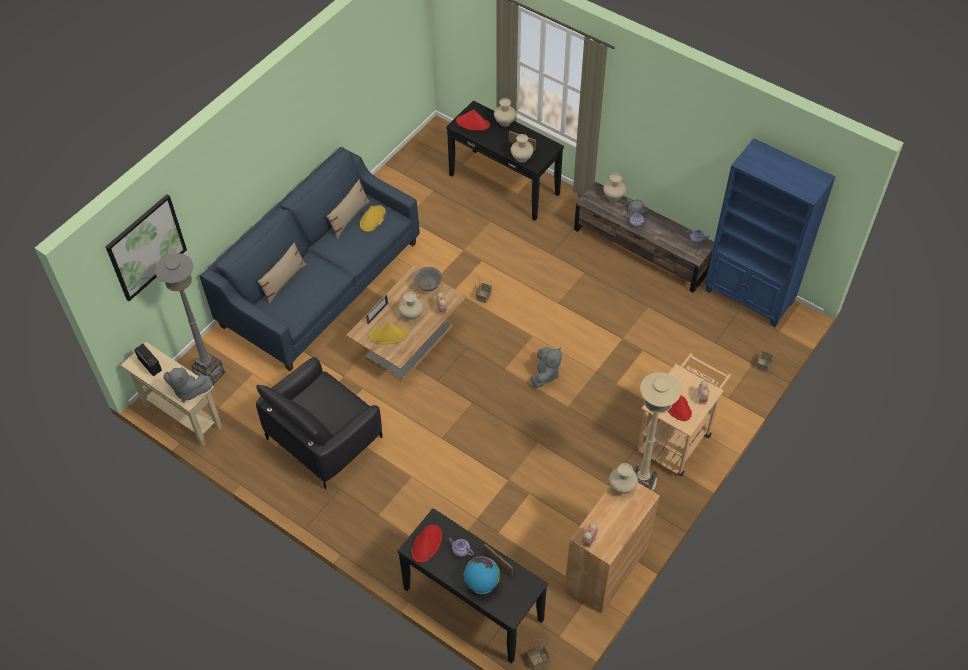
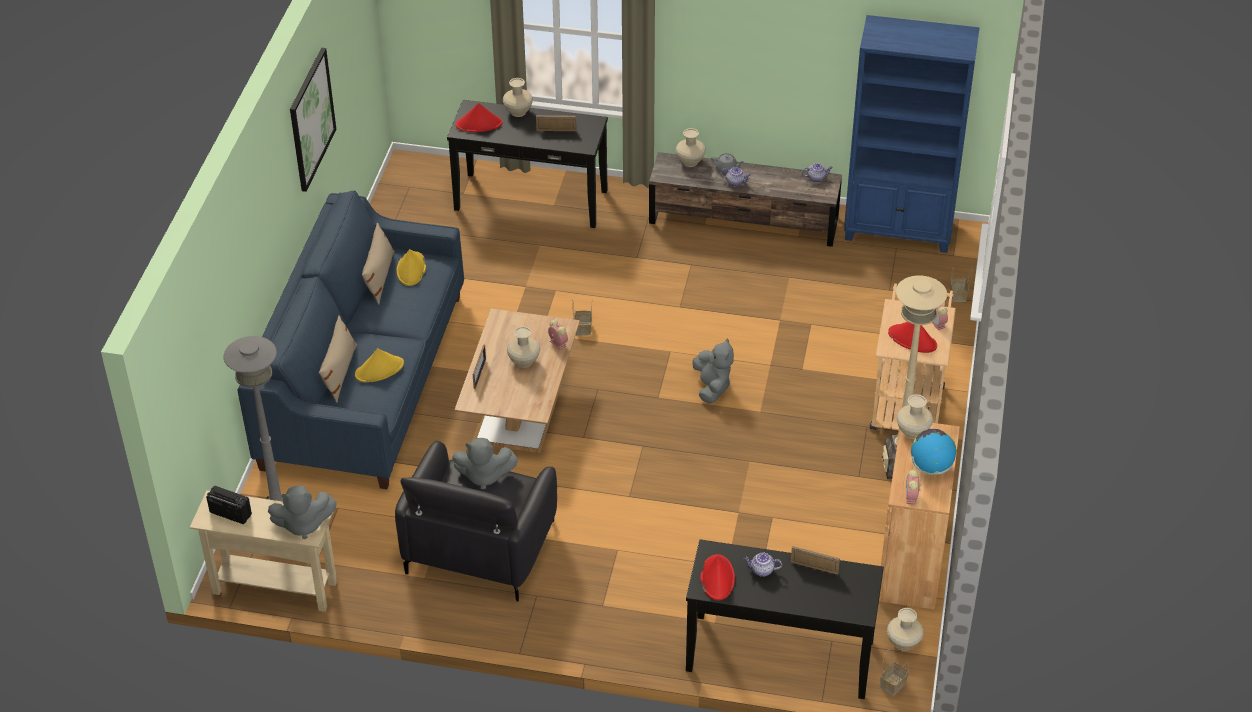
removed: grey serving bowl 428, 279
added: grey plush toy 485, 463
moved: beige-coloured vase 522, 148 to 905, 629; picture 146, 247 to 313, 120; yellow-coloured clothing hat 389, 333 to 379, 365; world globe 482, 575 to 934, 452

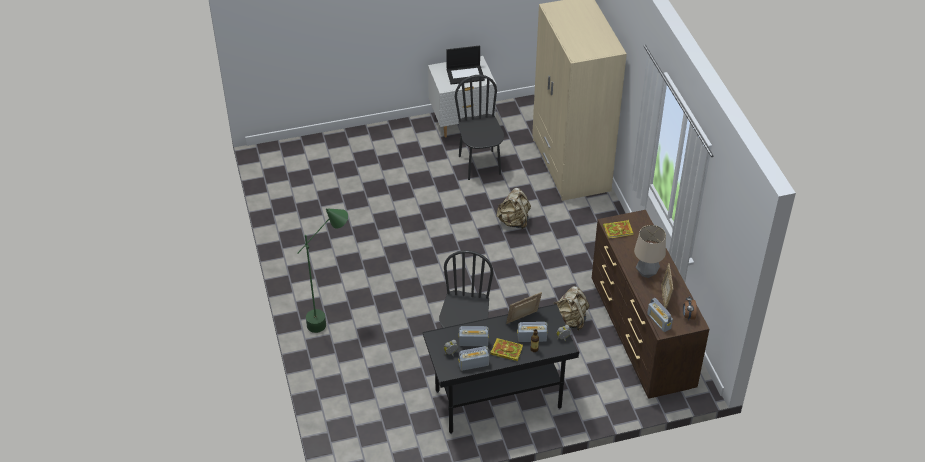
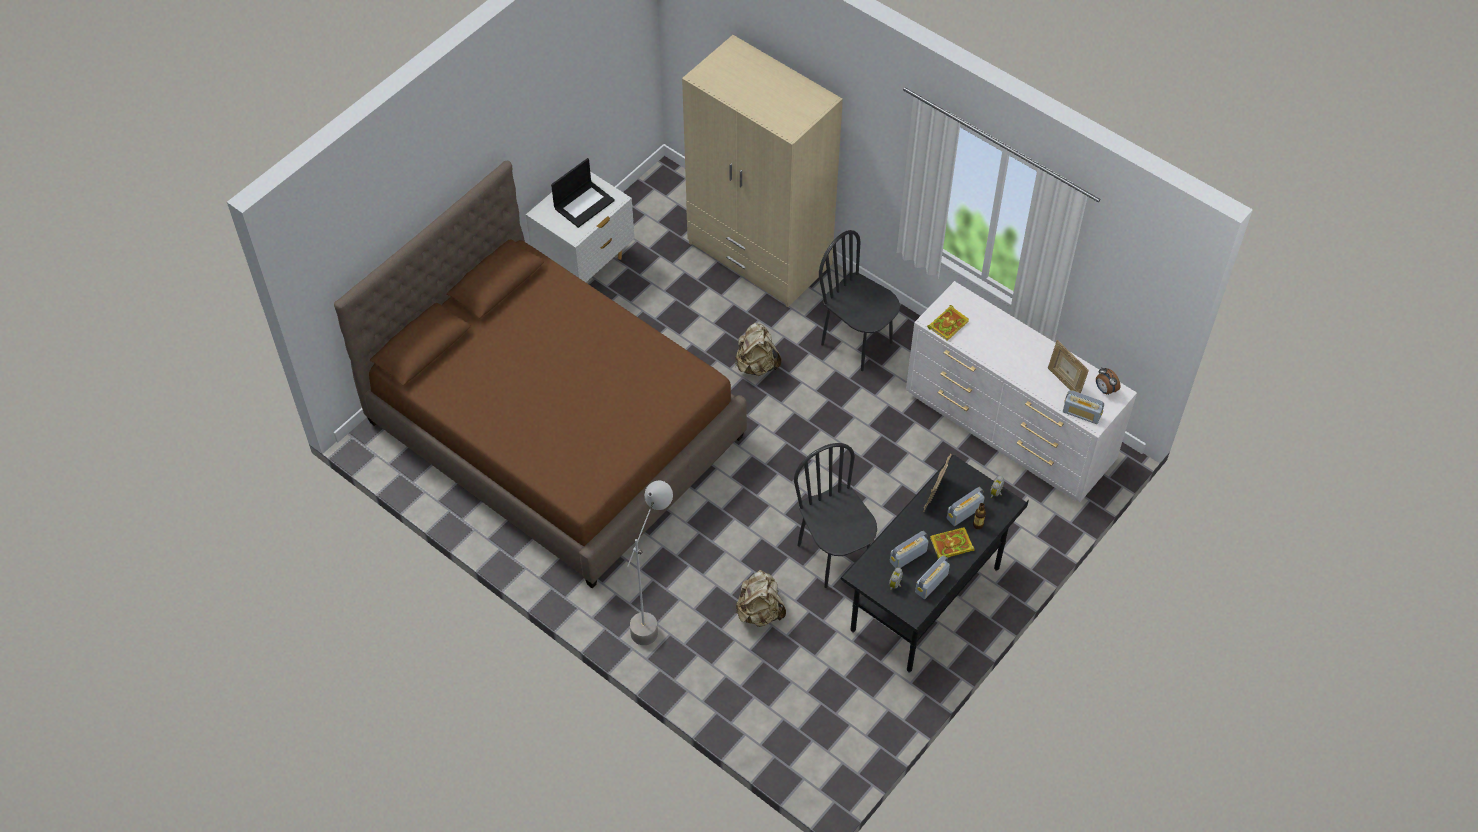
removed: tabletop lamp 650, 251
added: brown-coloured sleeping bed 540, 374
moved: black chair 479, 127 to 859, 300; beige-coloured backpack 571, 308 to 760, 598
recoloured: green-coloured floor lamp 323, 271 to grey floor lamp 650, 563; brown-coloured chest of drawers 650, 304 to white chest of drawers 1021, 391

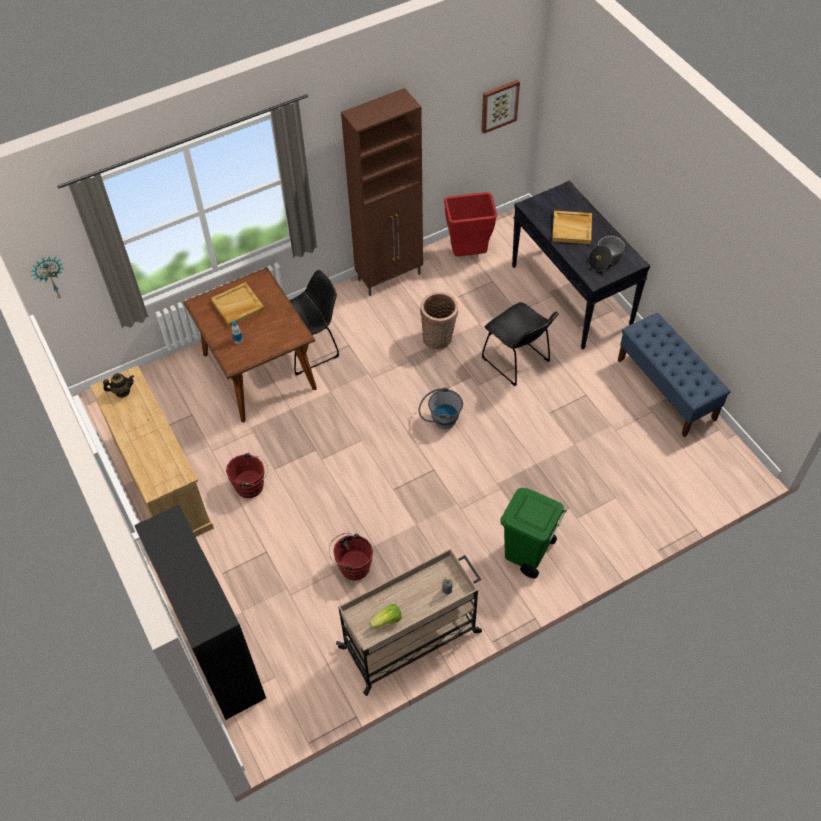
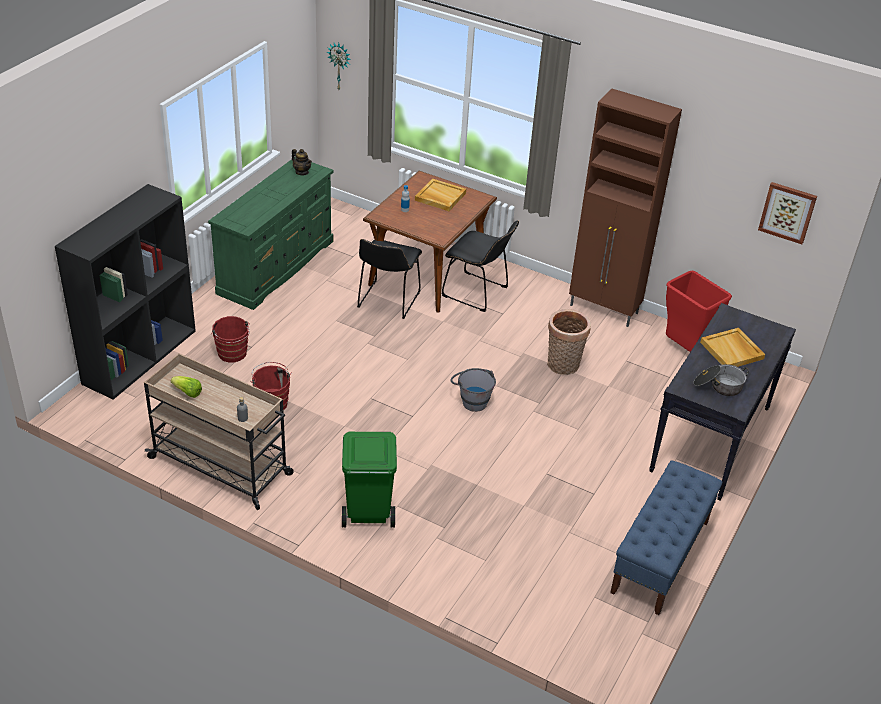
moved: black chair 520, 344 to 389, 279; red bucket 247, 475 to 230, 339
recoloured: beige-coloured chest of drawers 152, 451 to green-coloured chest of drawers 271, 233

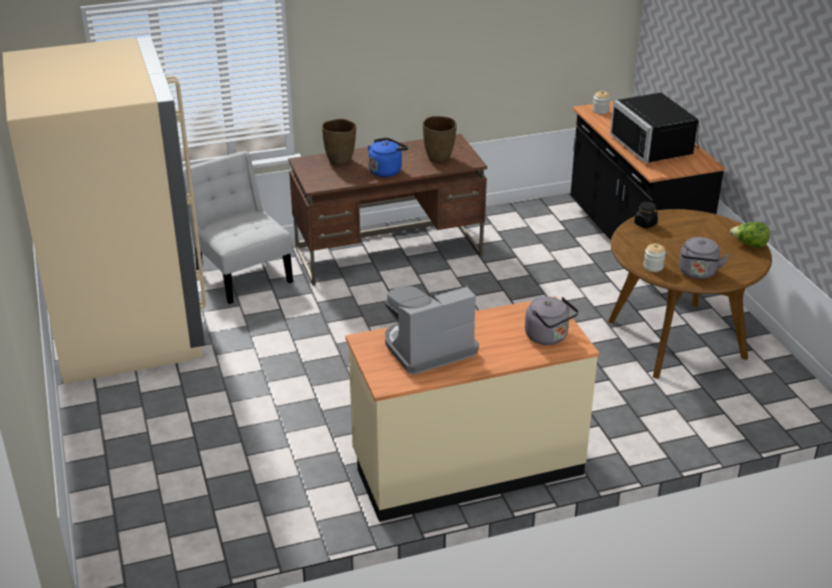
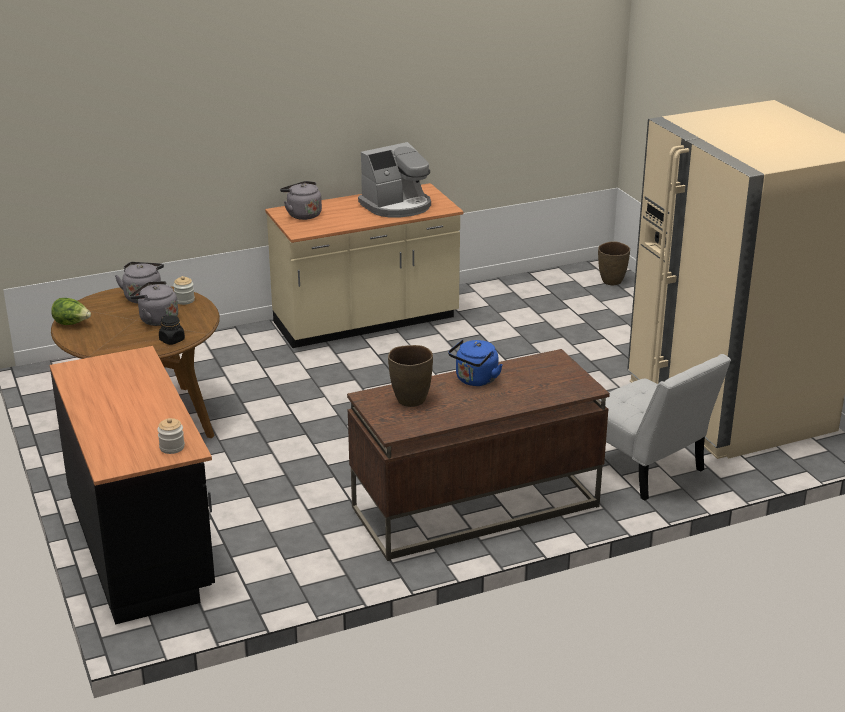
removed: black microwave oven 654, 128
added: grey water kettle 153, 303
moved: brown-coloured vase 339, 142 to 614, 263

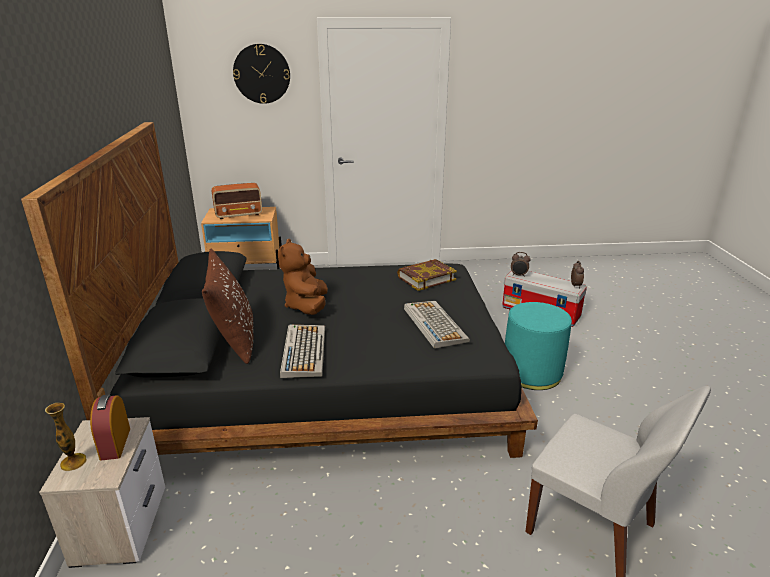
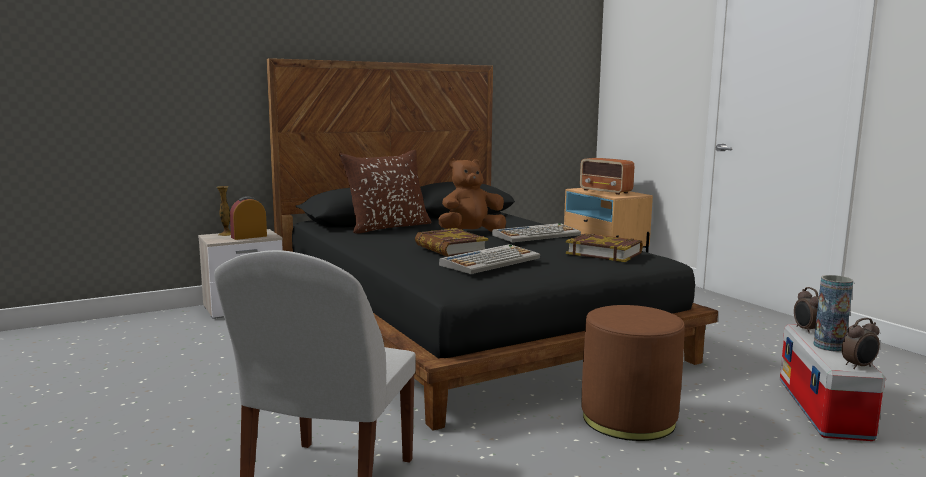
removed: wall clock 261, 74
added: volume 452, 242; vase 833, 313
moved: PC keyboard 302, 351 to 536, 232
recoloured: turquoise ottoman 538, 346 to brown-coloured ottoman 633, 373

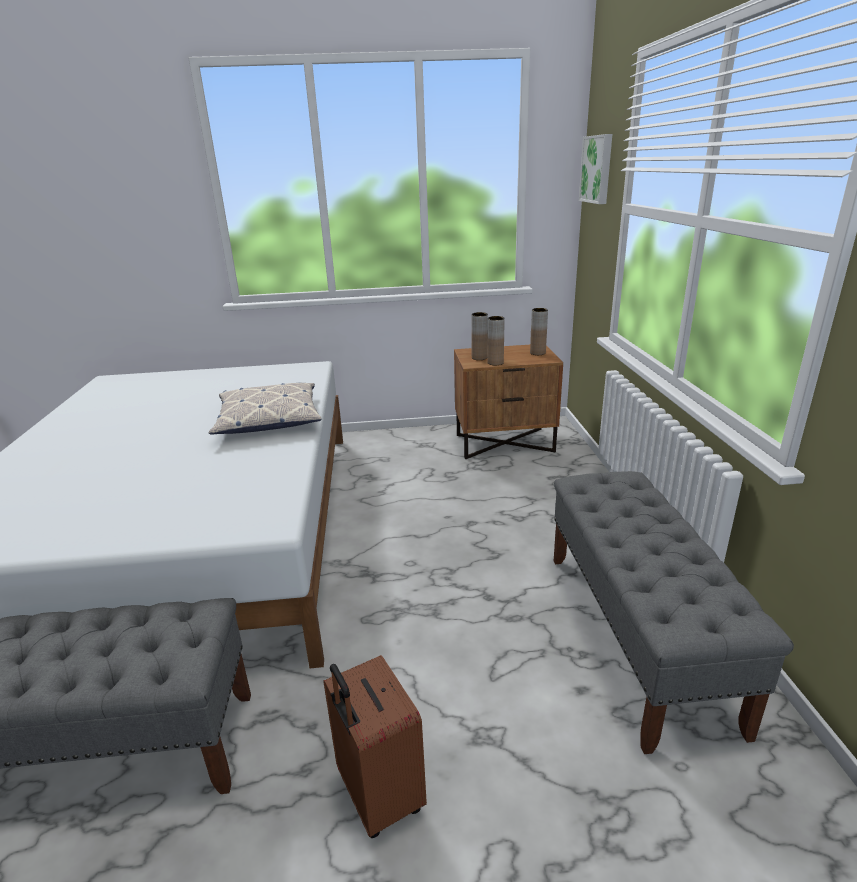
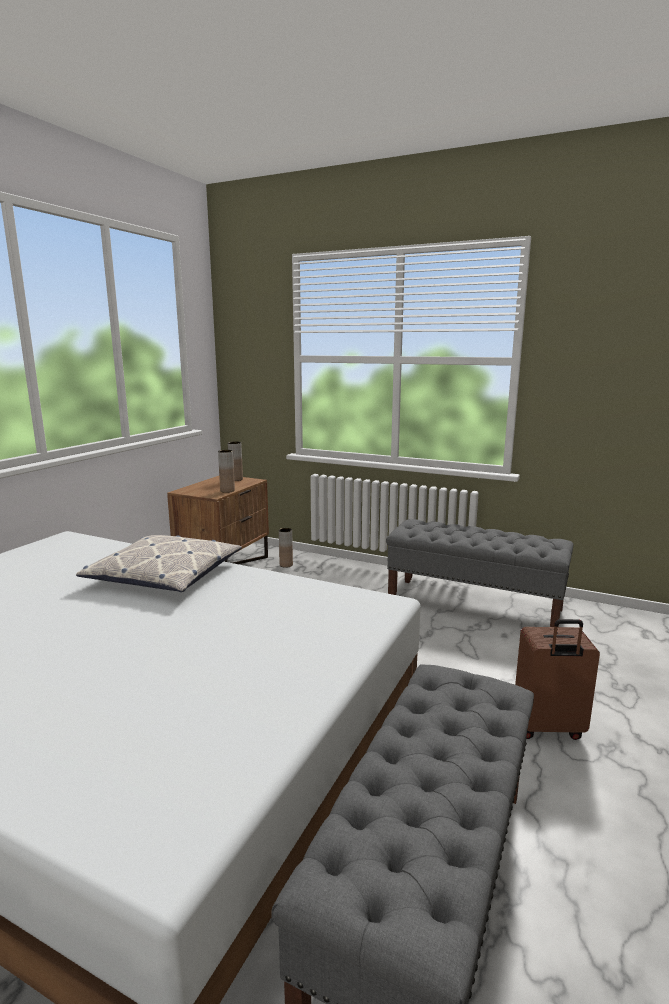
removed: picture 595, 169
moved: brown-coloured vase 479, 336 to 286, 548

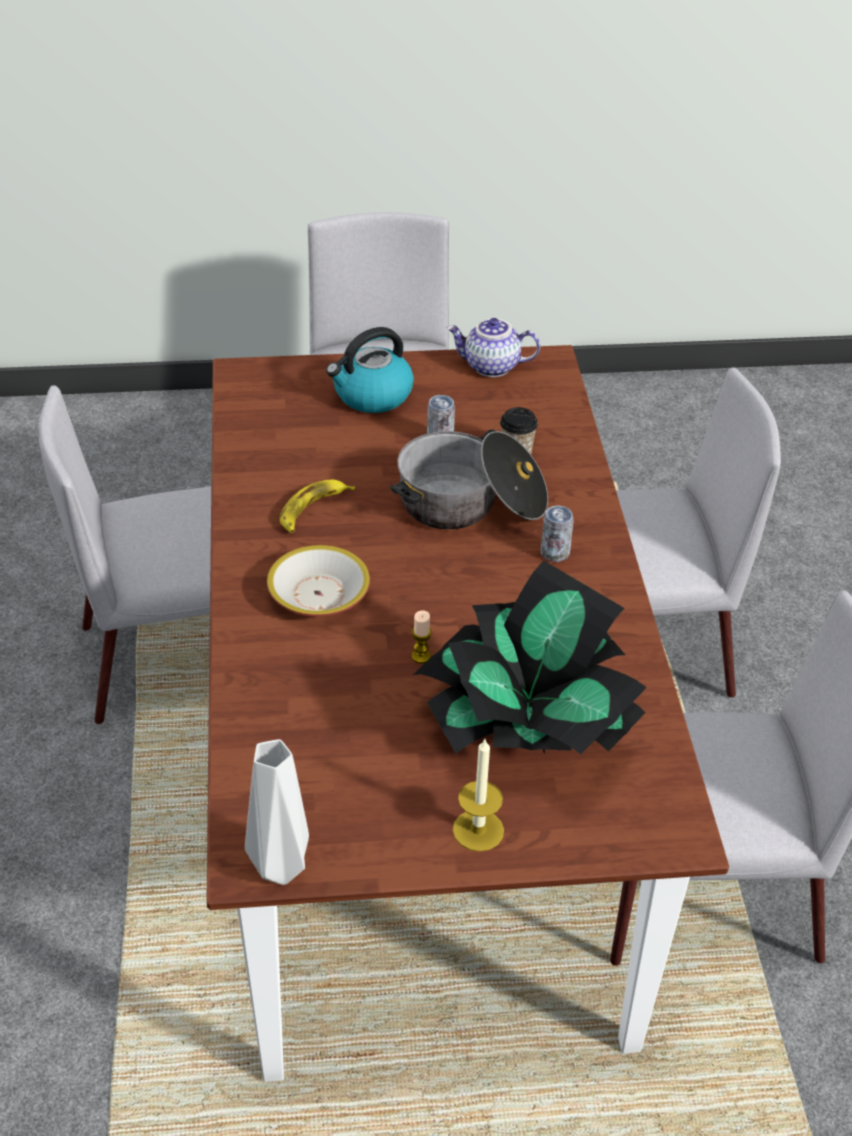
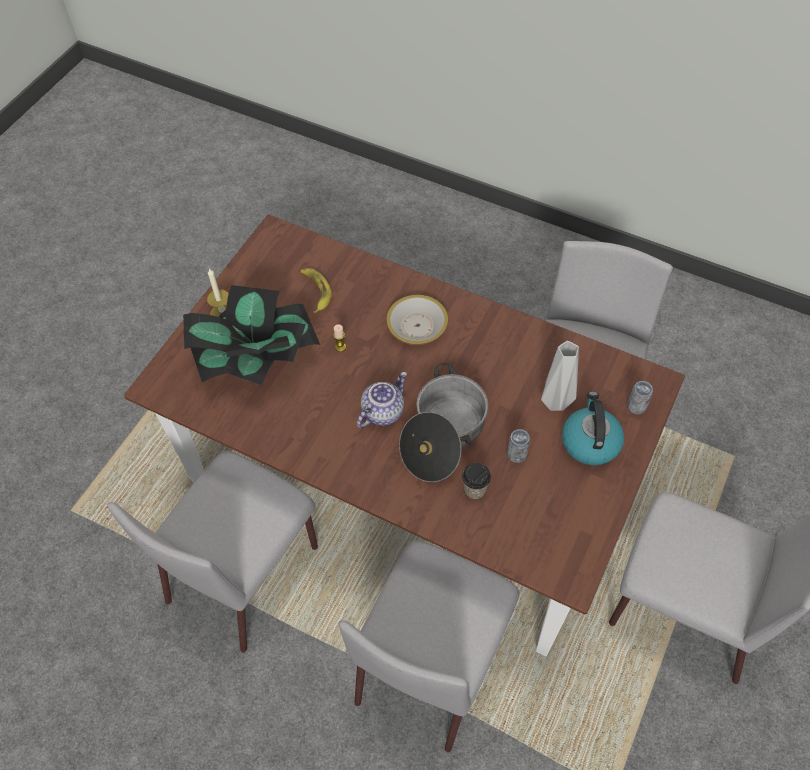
moved: tea pot 493, 347 to 382, 400; whole banana 317, 506 to 316, 291; metal can 557, 534 to 640, 397; grey vase 277, 812 to 560, 376

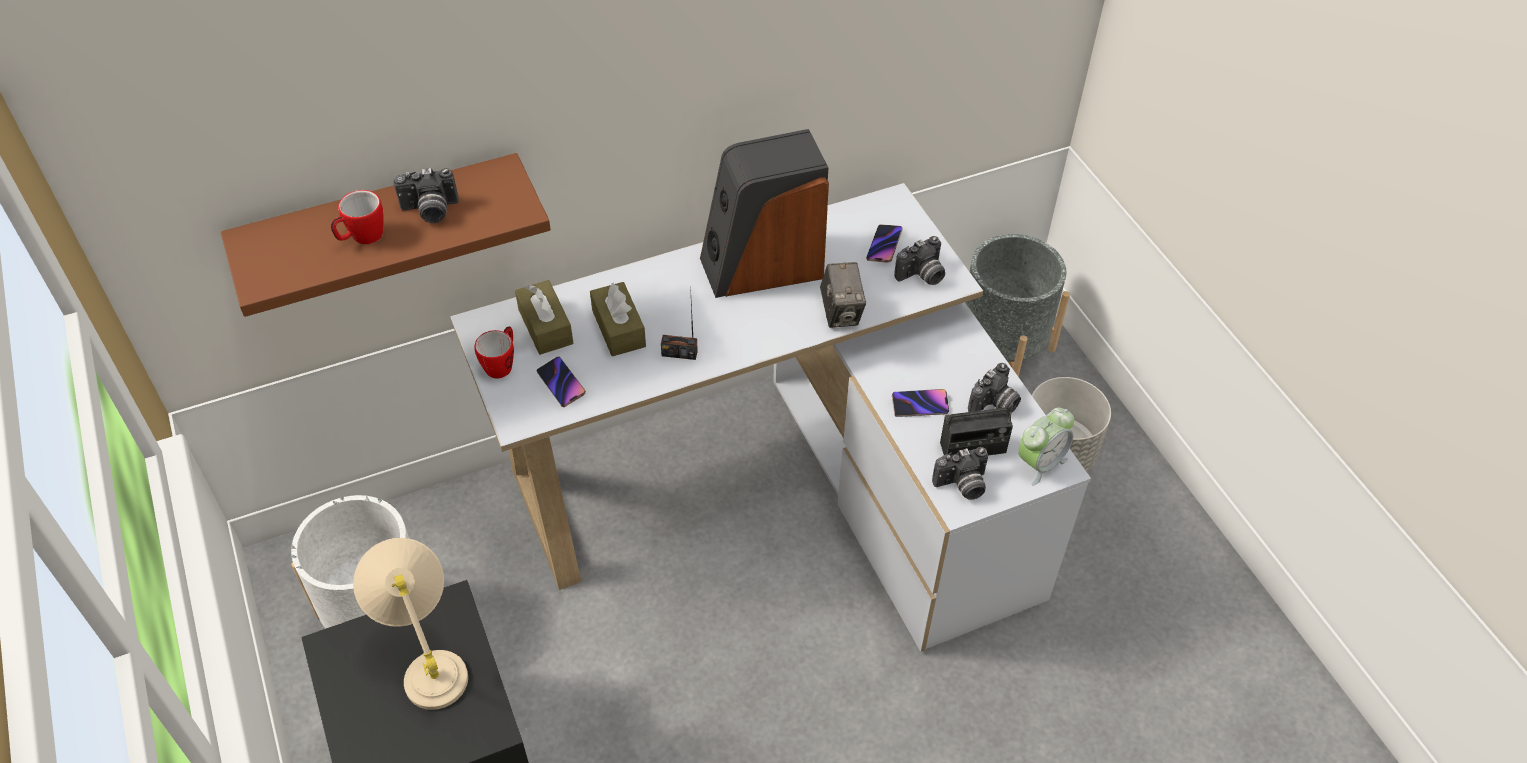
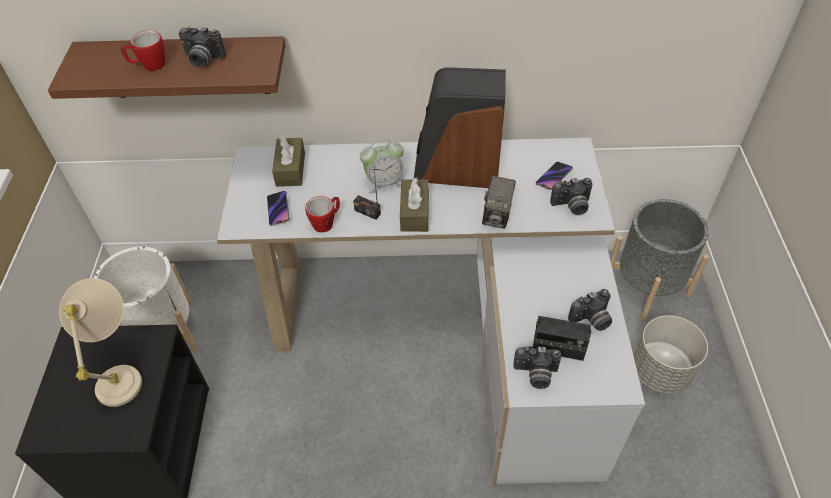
removed: telephone 920, 403
moved: brown-coloured tissue holder 618, 319 to 414, 204; coffee mug 494, 352 to 322, 214; bedside clock 1046, 446 to 382, 166

